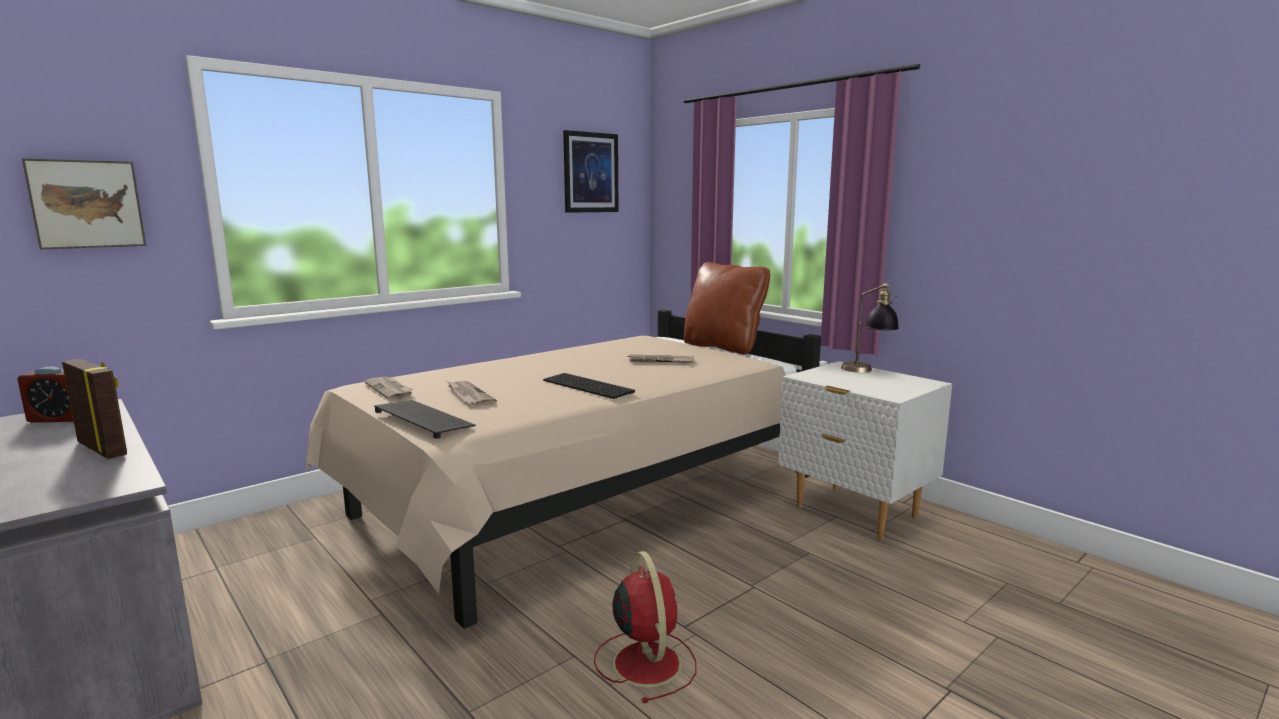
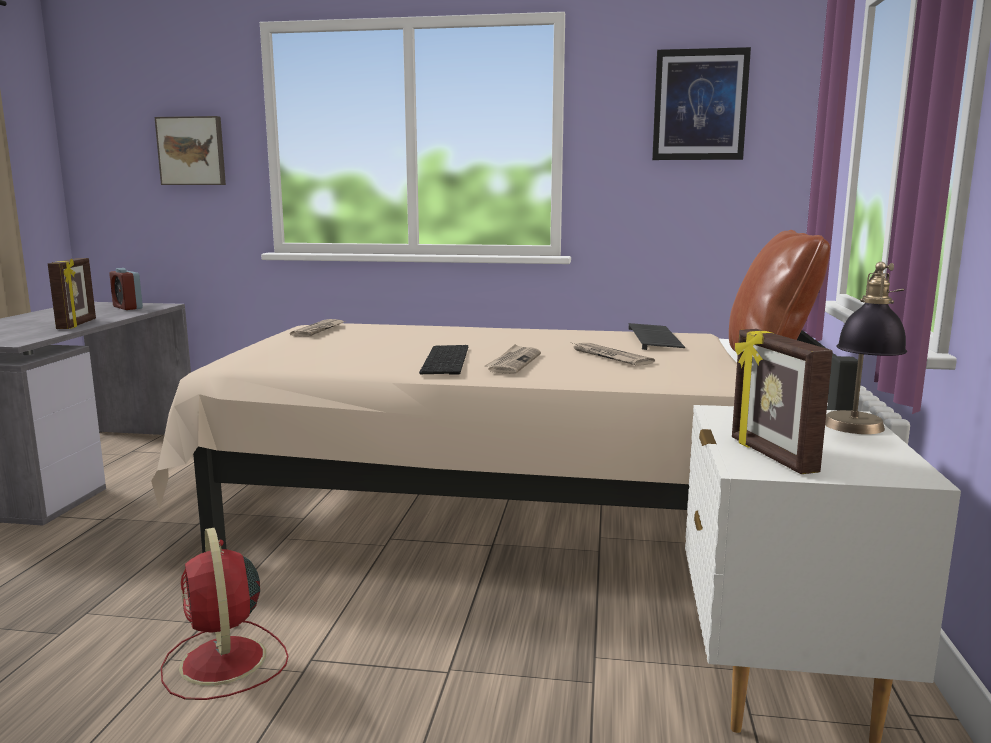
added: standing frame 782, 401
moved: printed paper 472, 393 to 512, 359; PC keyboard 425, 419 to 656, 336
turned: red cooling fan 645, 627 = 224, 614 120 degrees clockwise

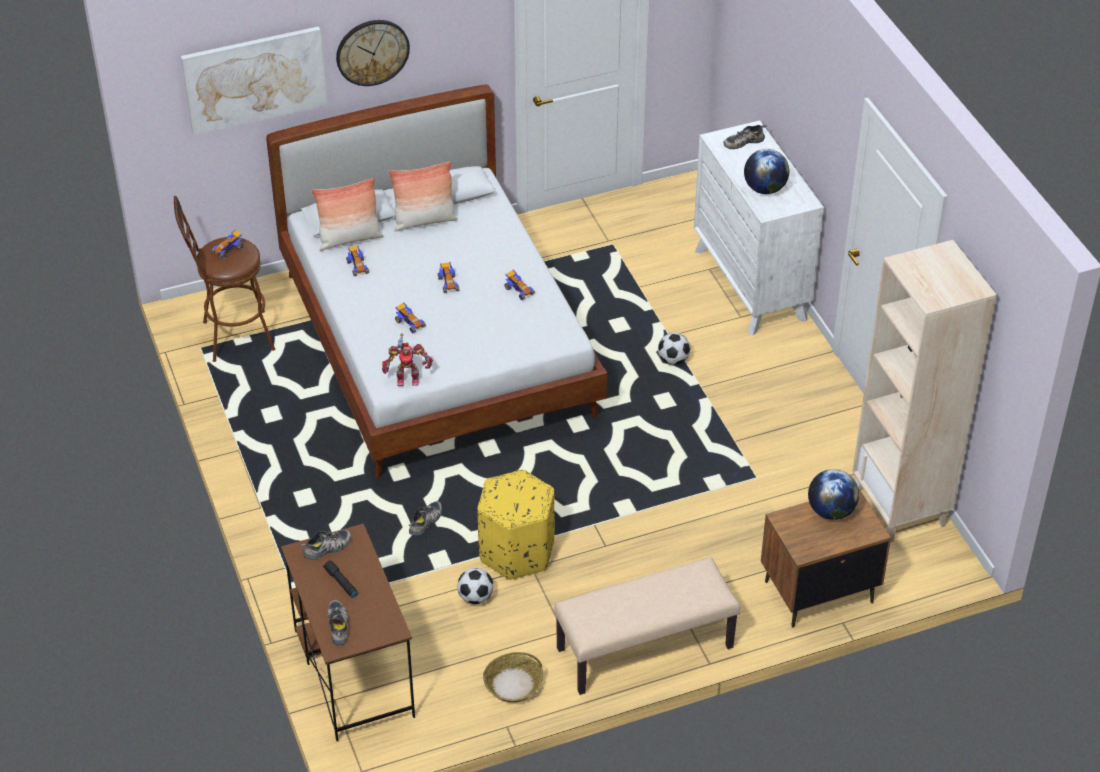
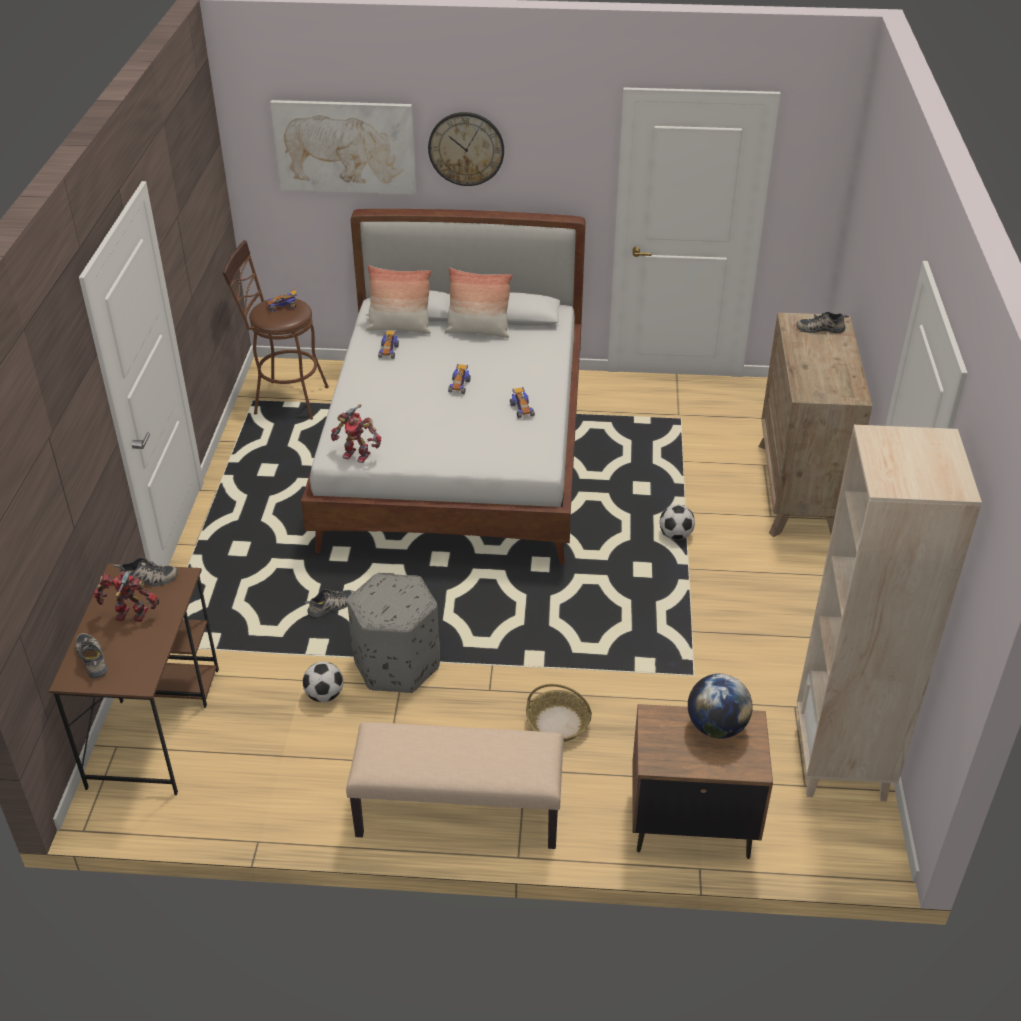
removed: world globe 766, 171; miniature car 410, 317
moved: household basket 513, 677 to 559, 713
replaced: black hand torch 340, 579 to model robot 126, 596
recoloured: white chest of drawers 759, 228 to brown-coloured chest of drawers 815, 424; yellow-coloured ottoman 516, 525 to grey ottoman 393, 633
turned: item of footwear 338, 623 = 91, 656 45 degrees counterclockwise

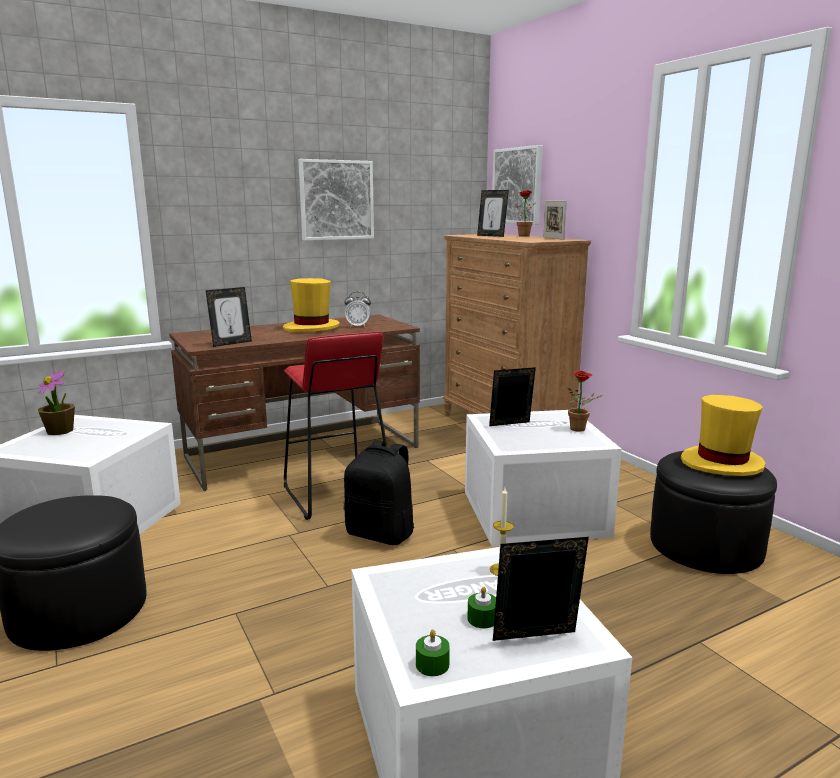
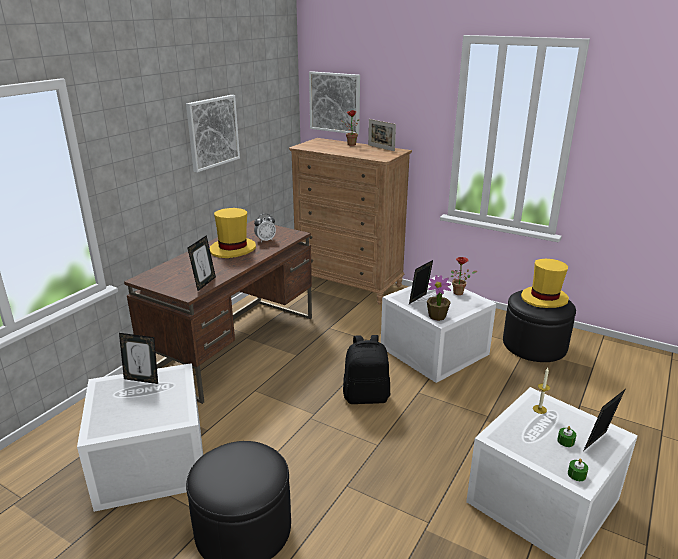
removed: red stool 335, 425
moved: standing frame 493, 213 to 138, 358; plant in a pot 56, 402 to 439, 298

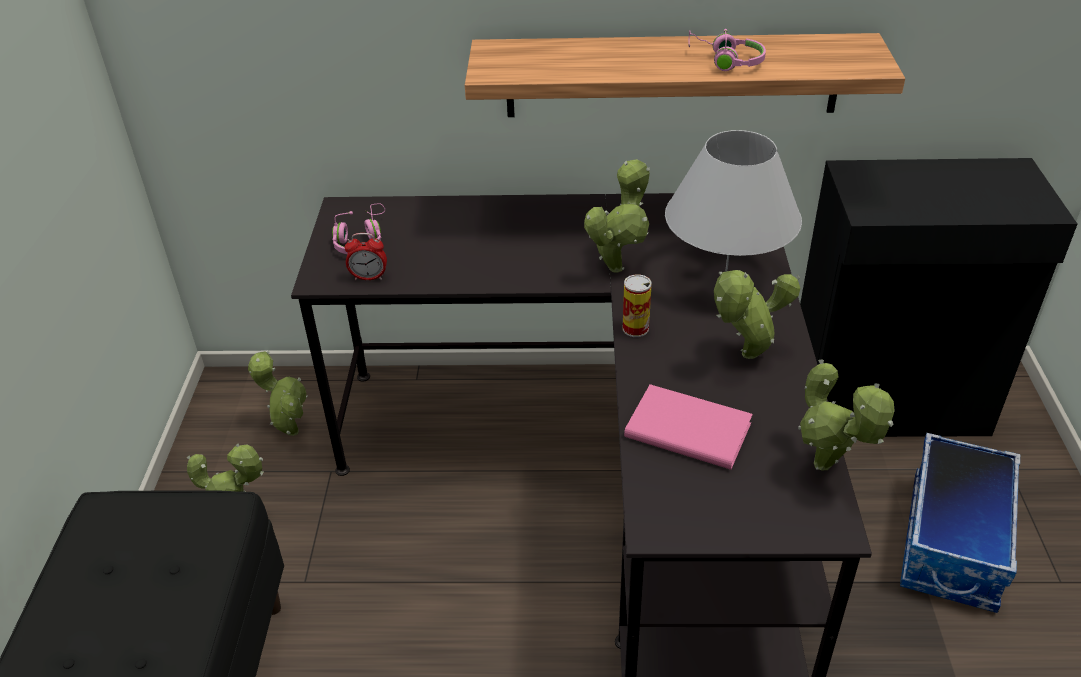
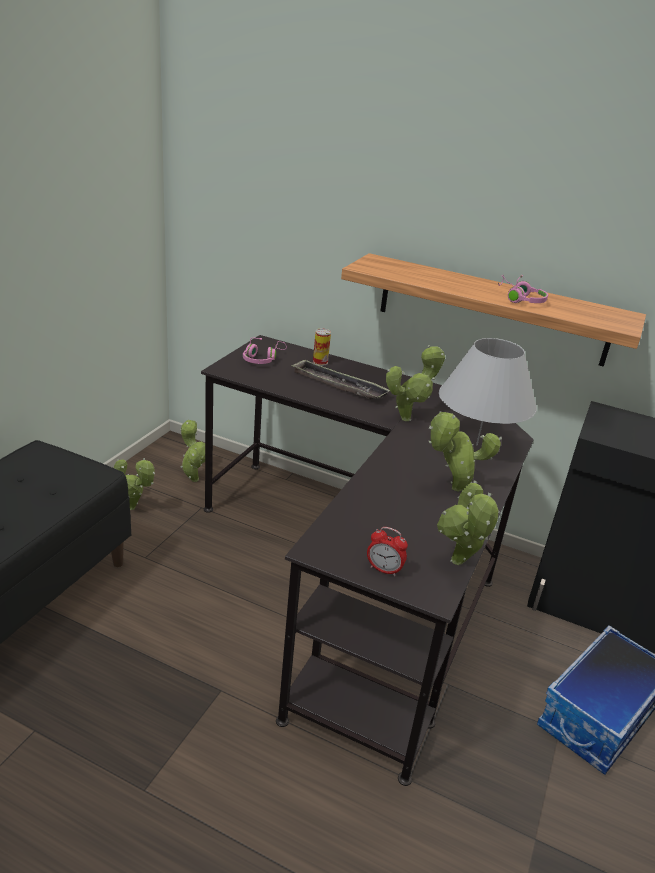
removed: pink volume 688, 427
added: carrying tray 340, 379
moved: bedside clock 366, 256 to 387, 552; metal can 637, 306 to 322, 347

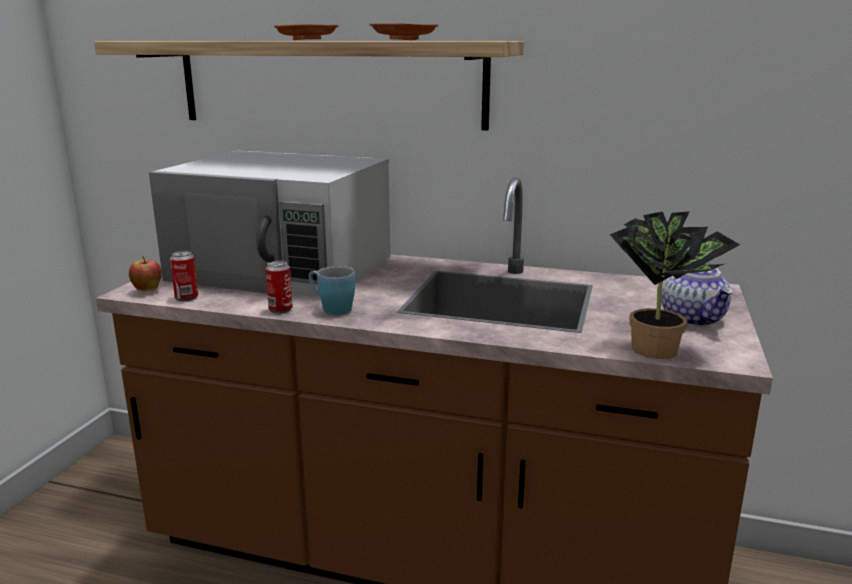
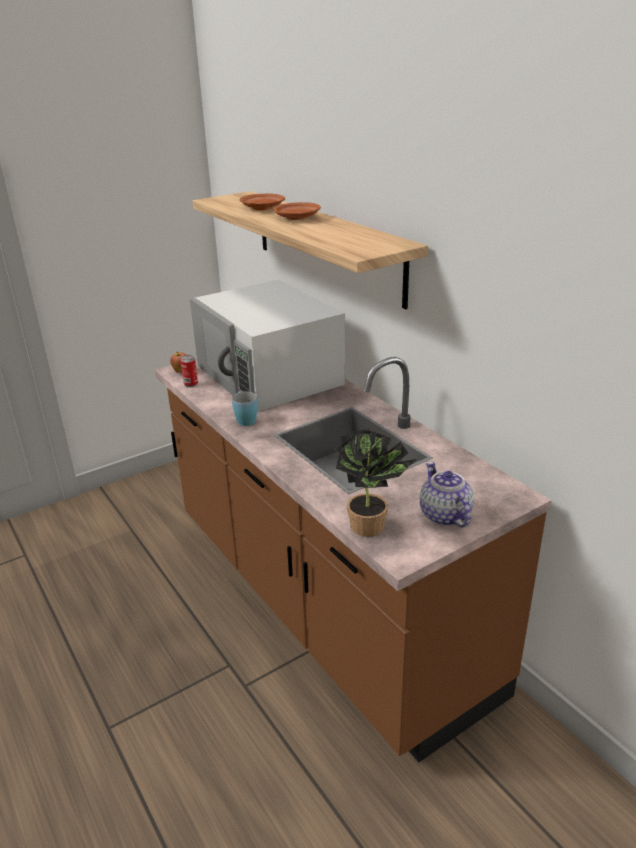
removed: metal can 279, 287
moved: brown-coloured flat dish 403, 31 to 262, 202
turned: tea pot 697, 295 = 446, 494 135 degrees clockwise

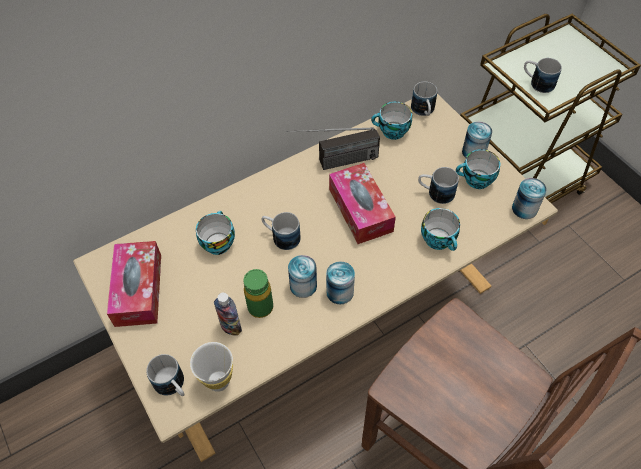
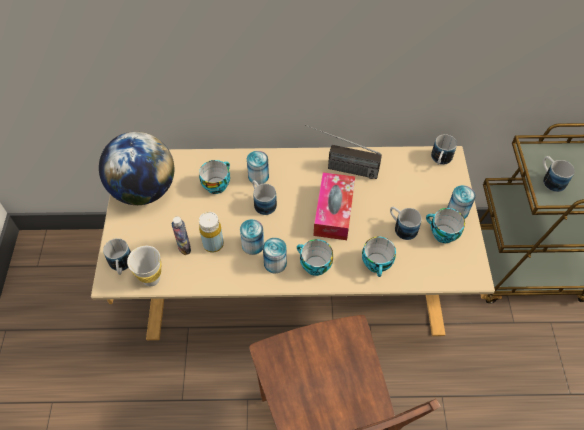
moved: cup 391, 121 to 315, 257; metal can 529, 198 to 258, 168
replaced: tissue holder 134, 284 to world globe 136, 168
recoloured: green-coloured beverage bottle 258, 293 to yellow-coloured beverage bottle 211, 232

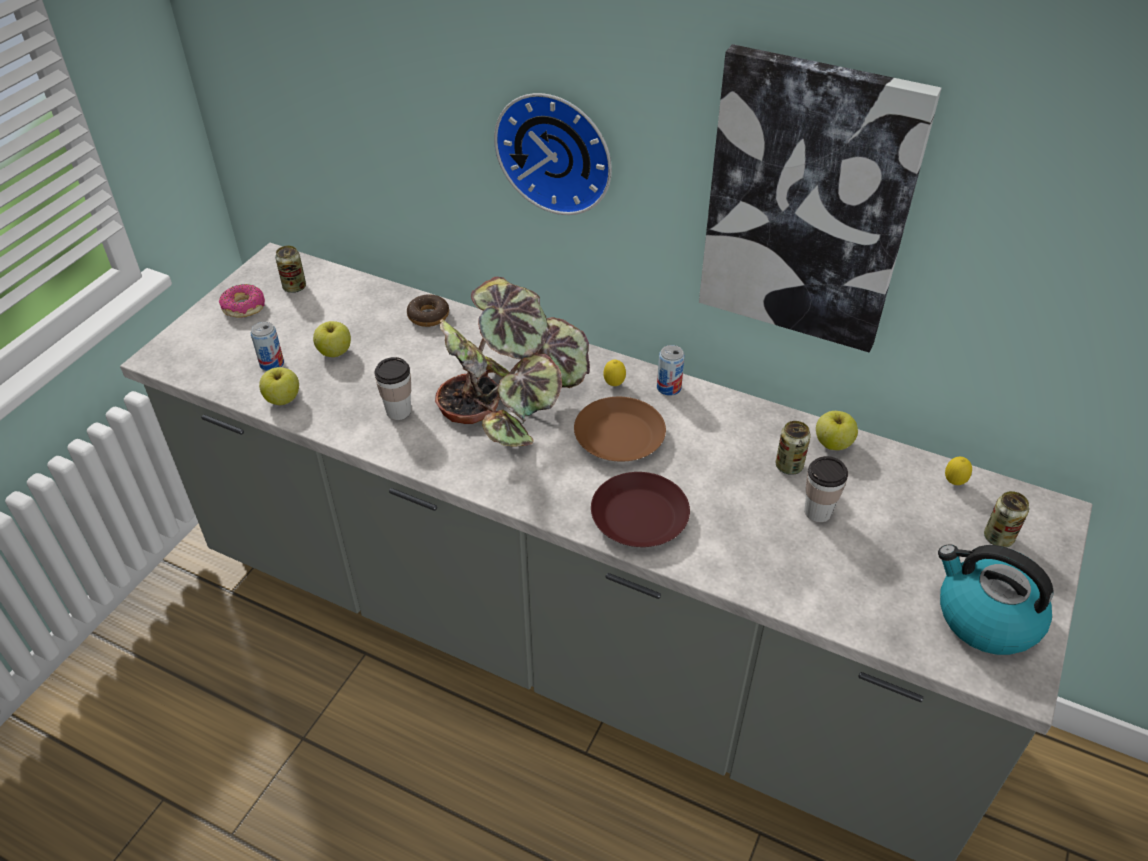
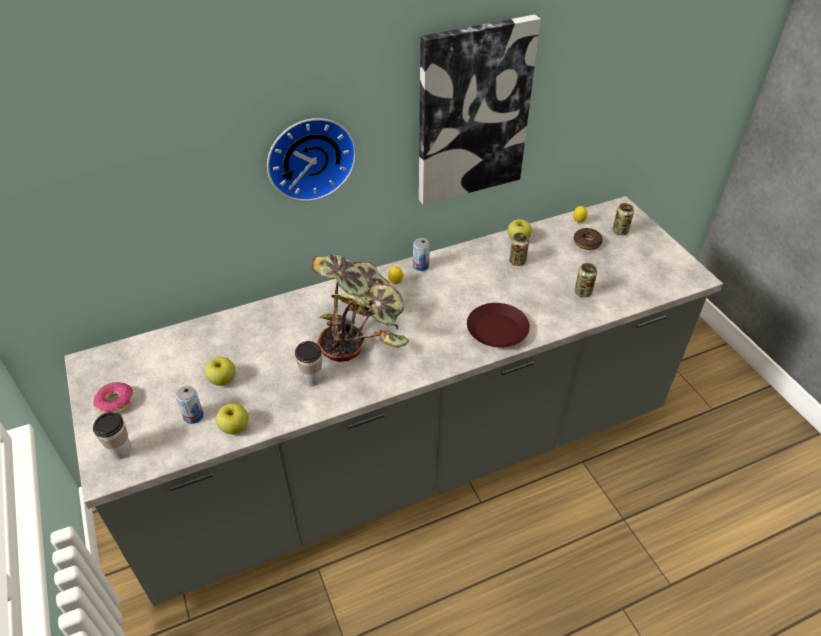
removed: brown-coloured flat dish 620, 429; water kettle 995, 599
moved: metal can 290, 269 to 586, 280; donut 428, 310 to 588, 239; cup 826, 489 to 112, 435

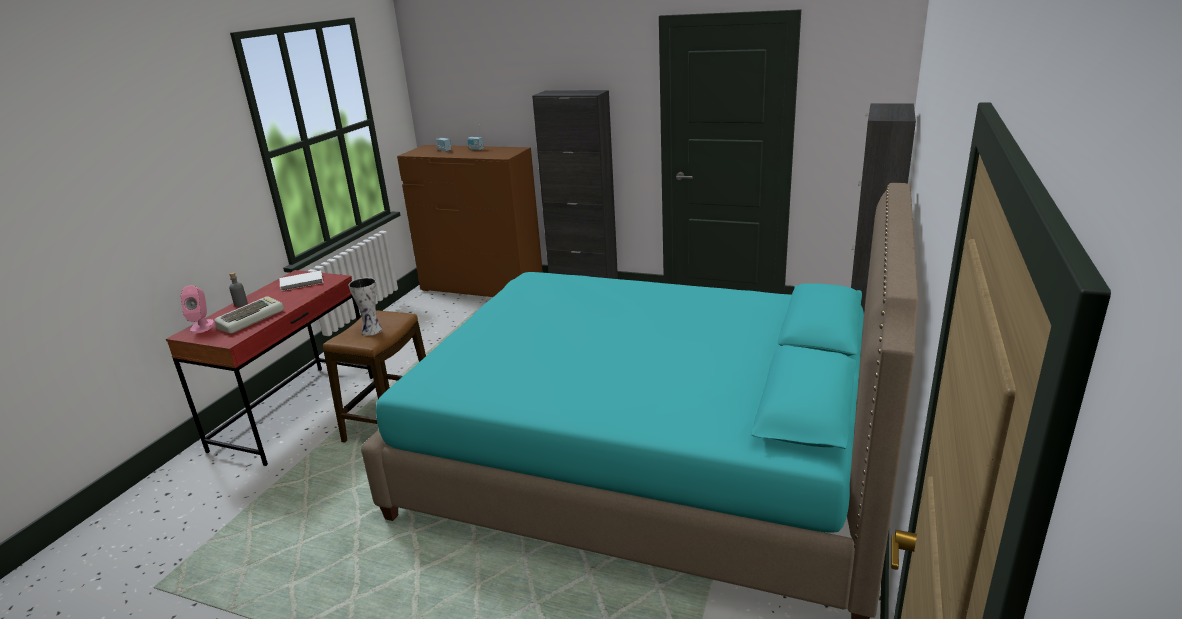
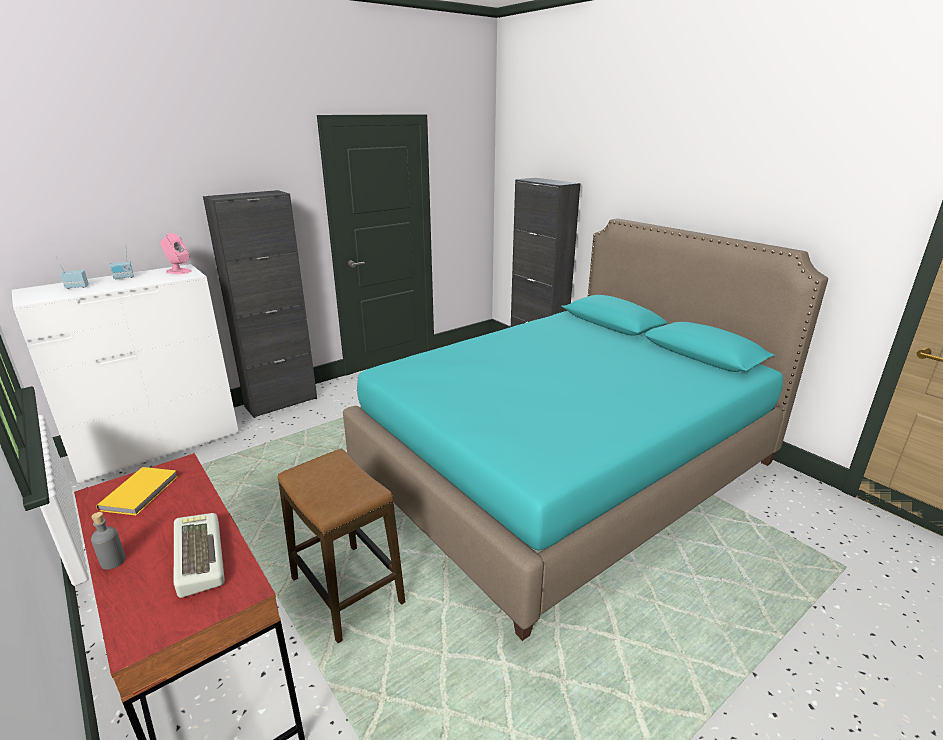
removed: vase 365, 307
moved: pink speaker 198, 309 to 176, 253
recoloured: brown-coloured chest of drawers 470, 221 to white chest of drawers 125, 373; white volume 301, 281 to yellow-coloured volume 137, 491

